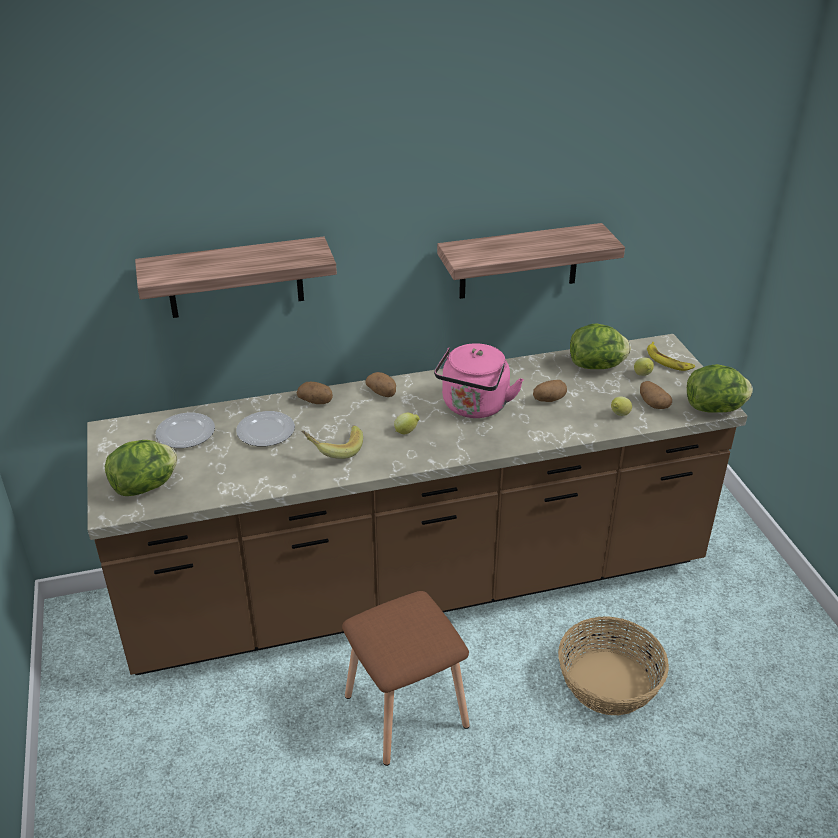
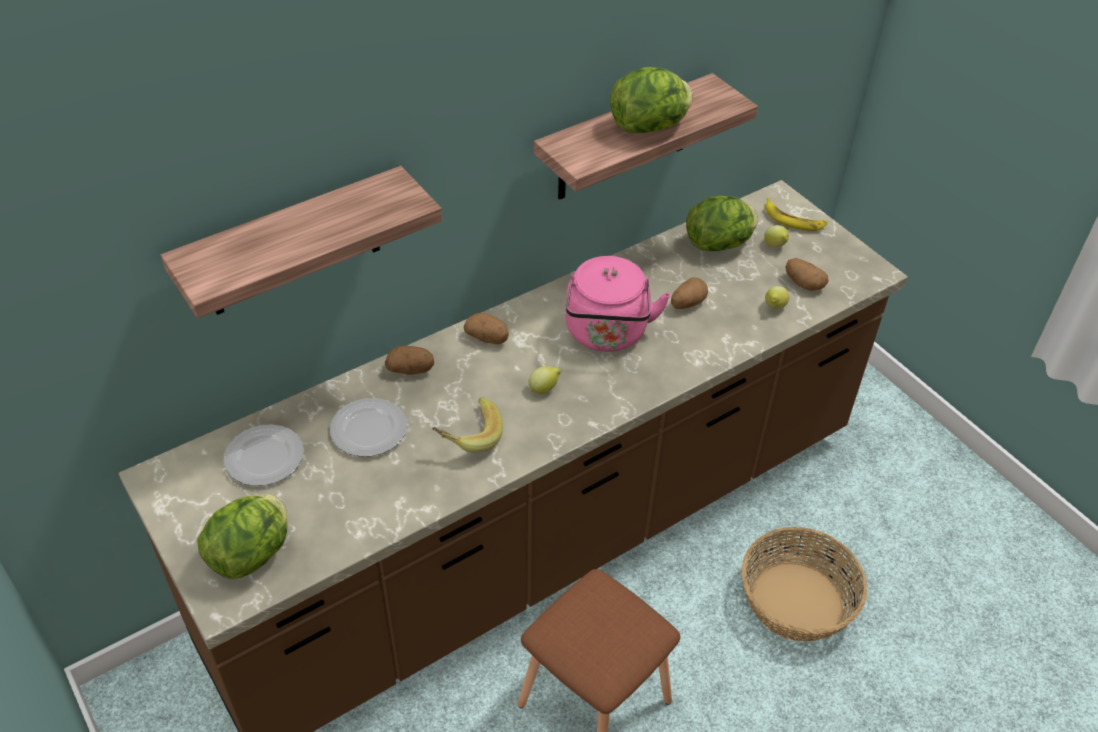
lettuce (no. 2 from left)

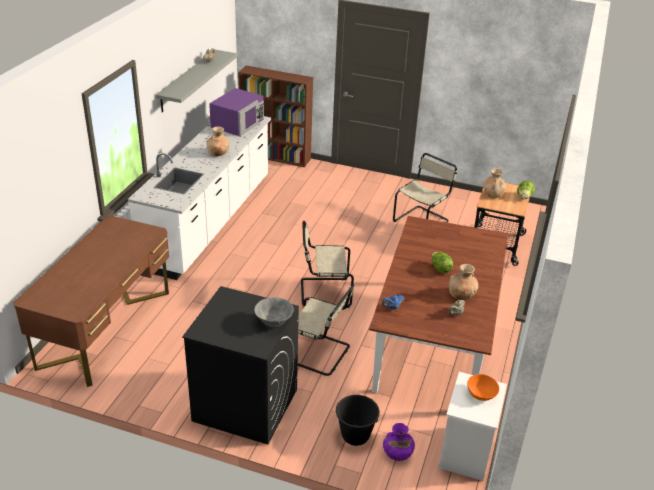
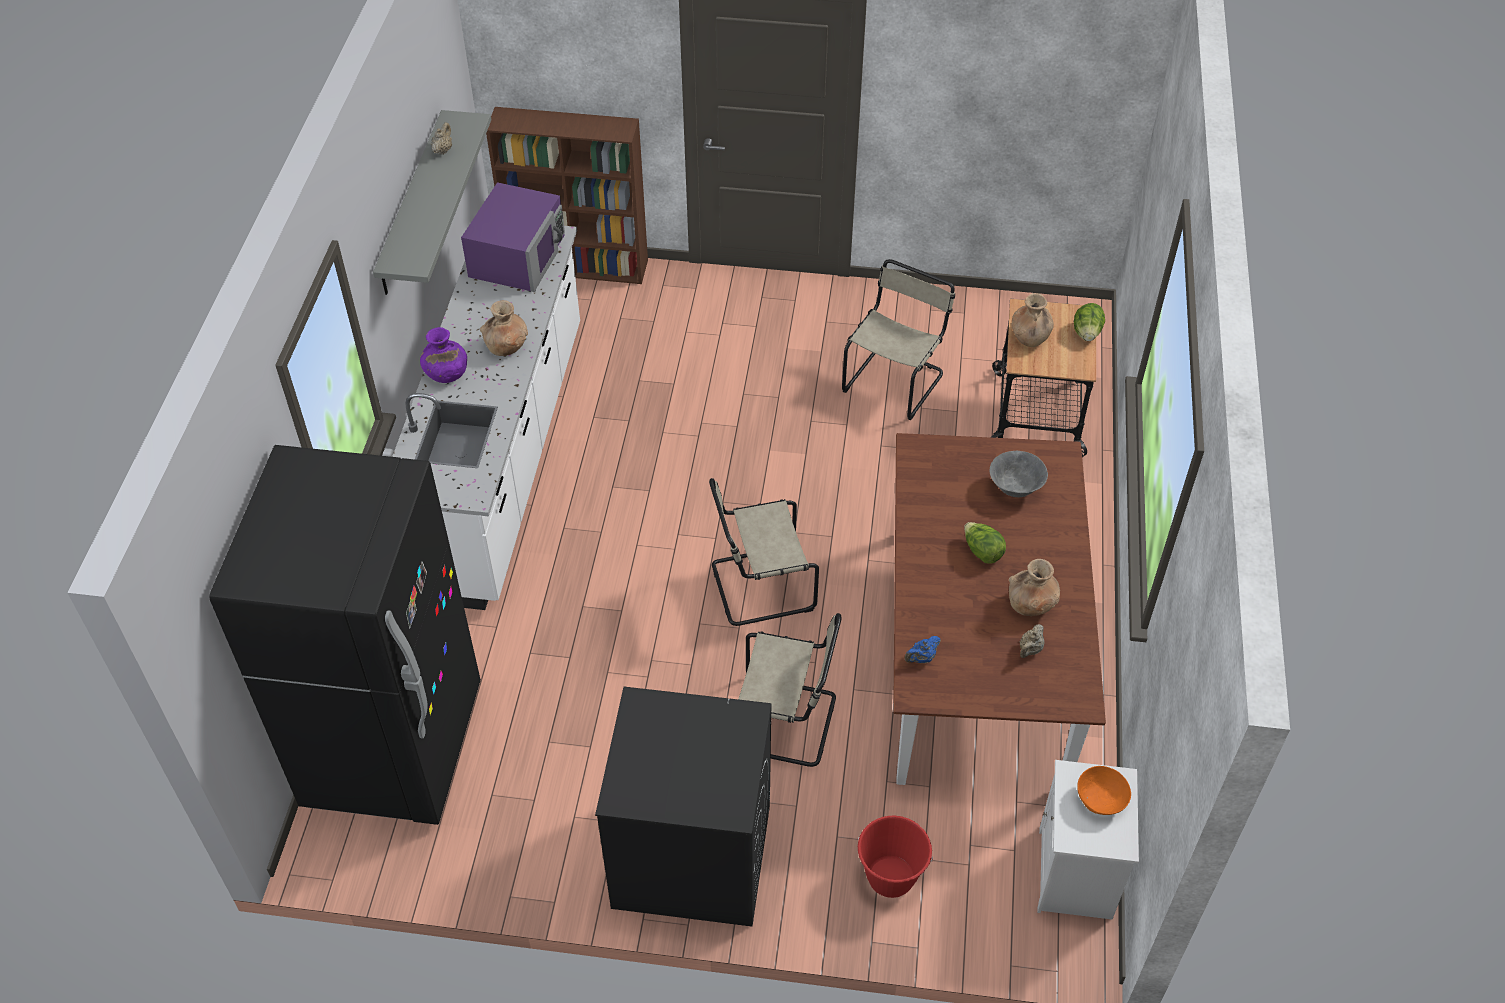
black fridge
grey bowl
red bucket
purple vase

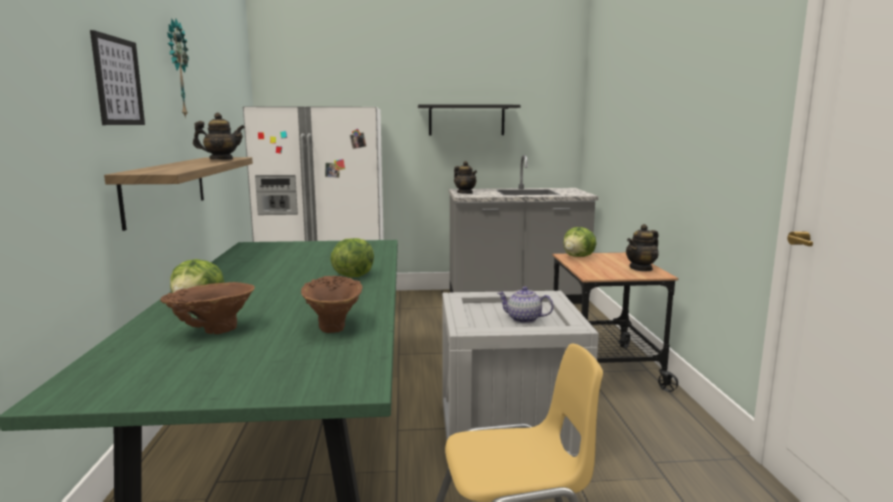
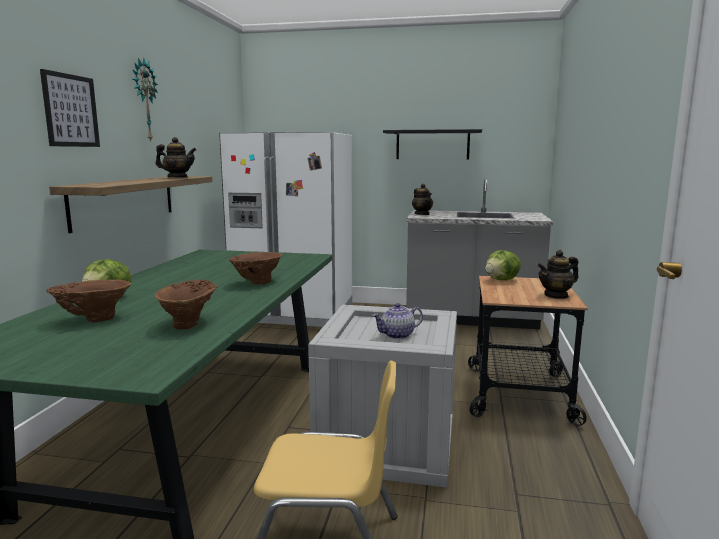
brown vase (no. 3 from left)
teapot (no. 2 from left)

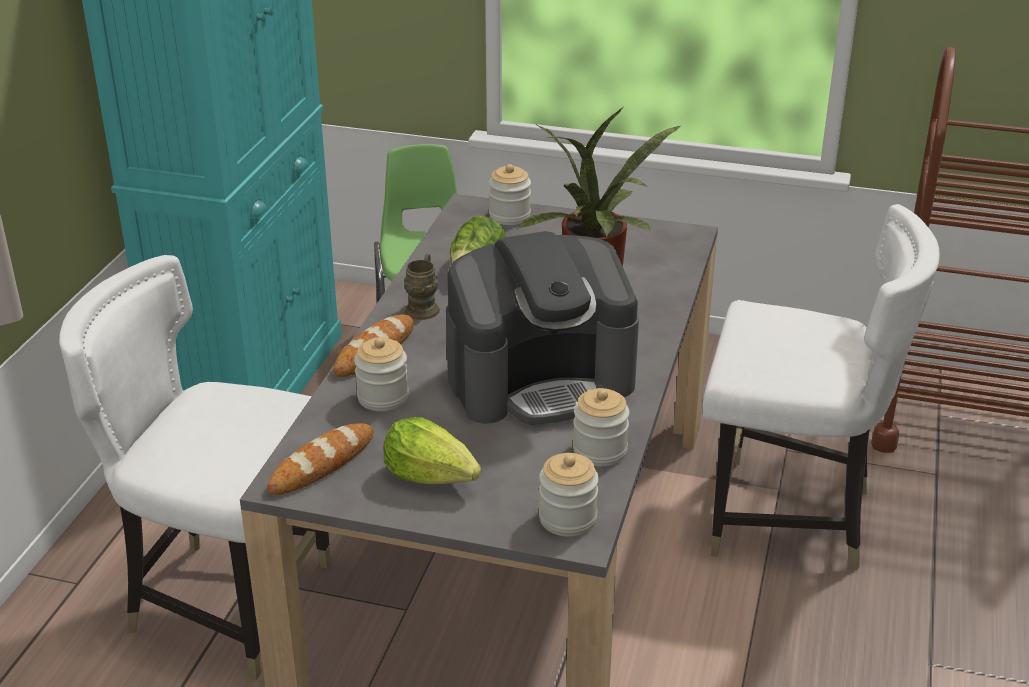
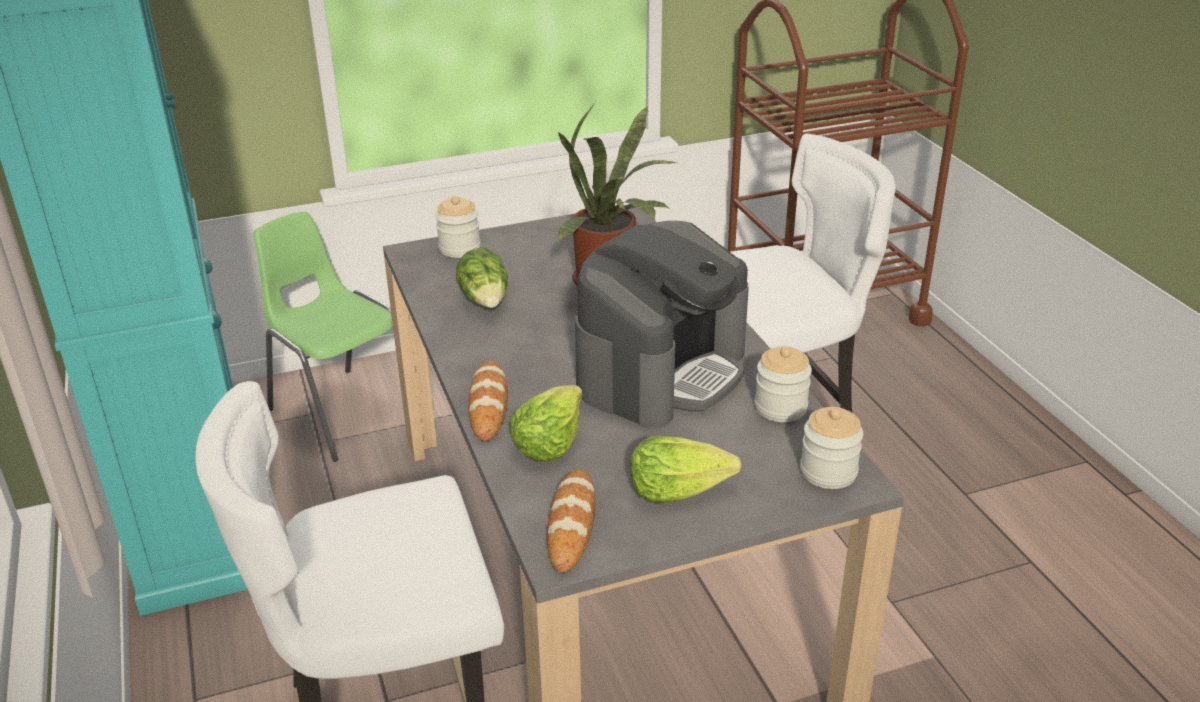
lettuce (no. 2 from left)
brown mug

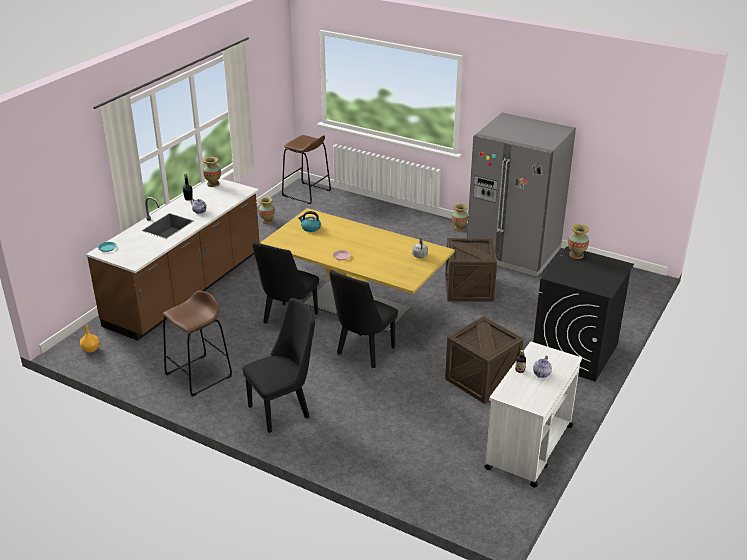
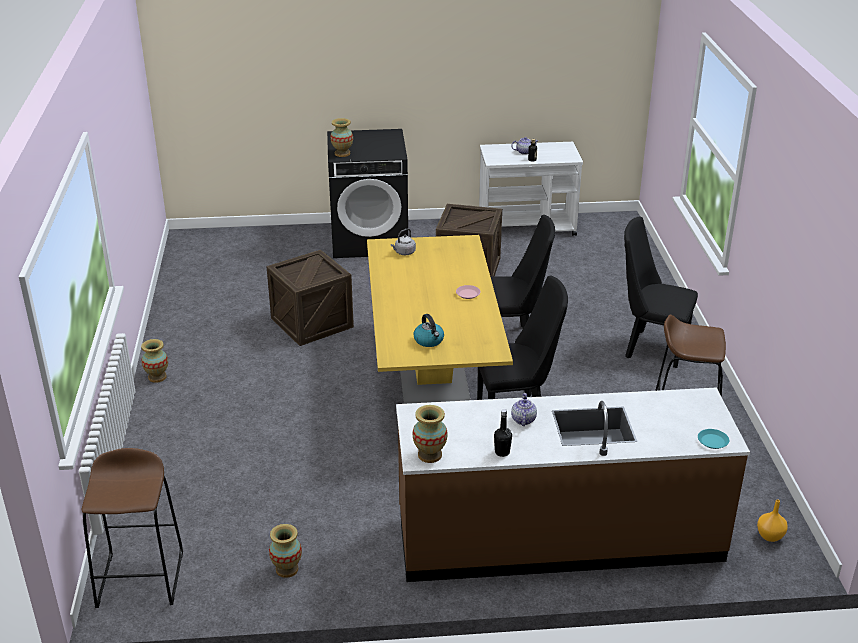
grey fridge

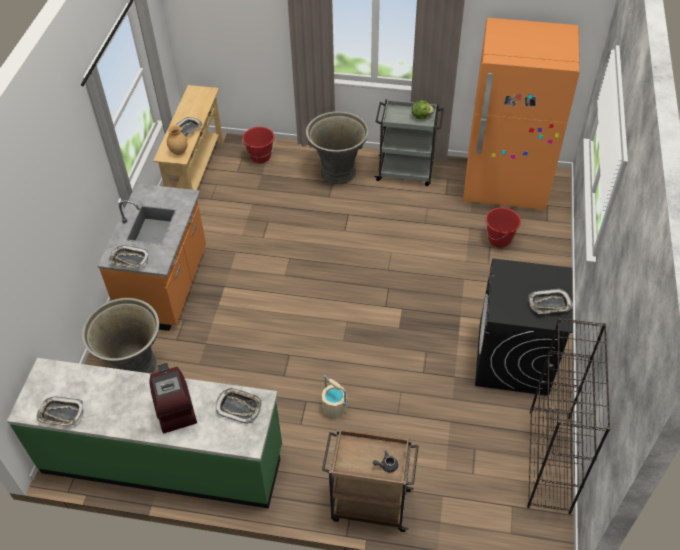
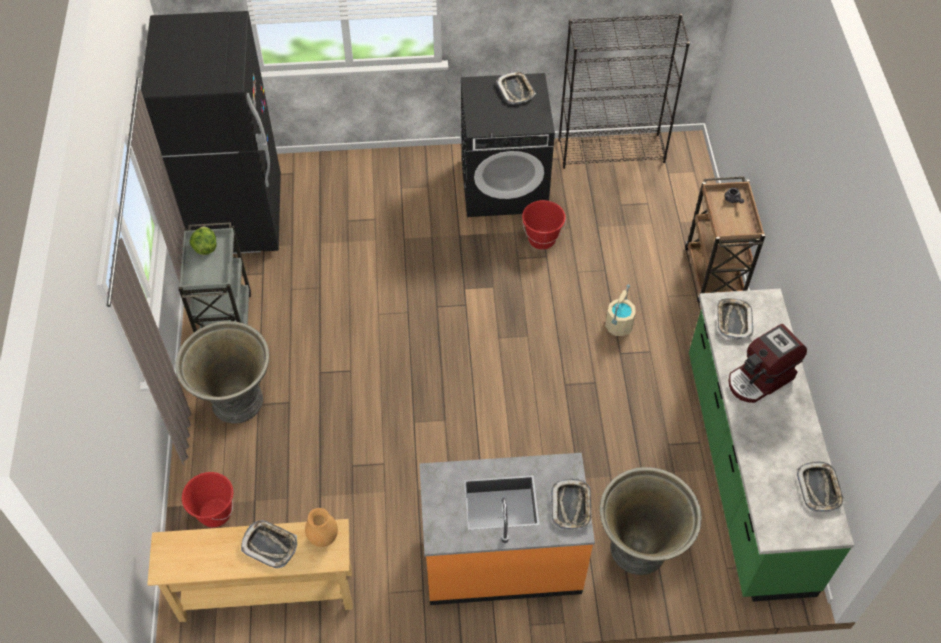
black fridge
red bucket (no. 2 from left)

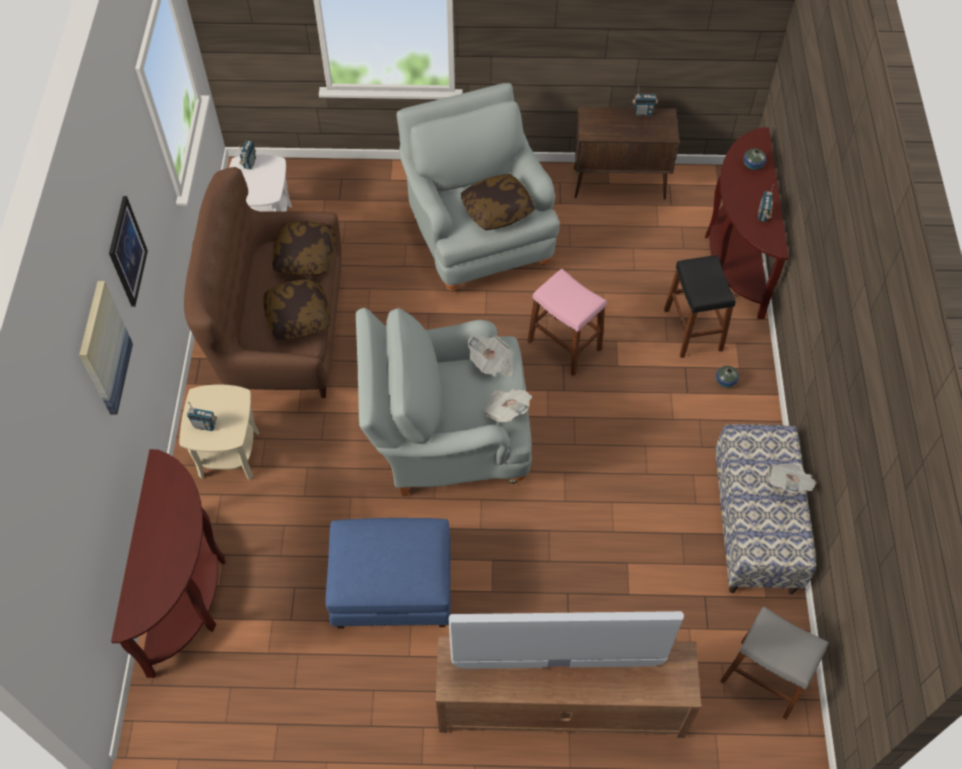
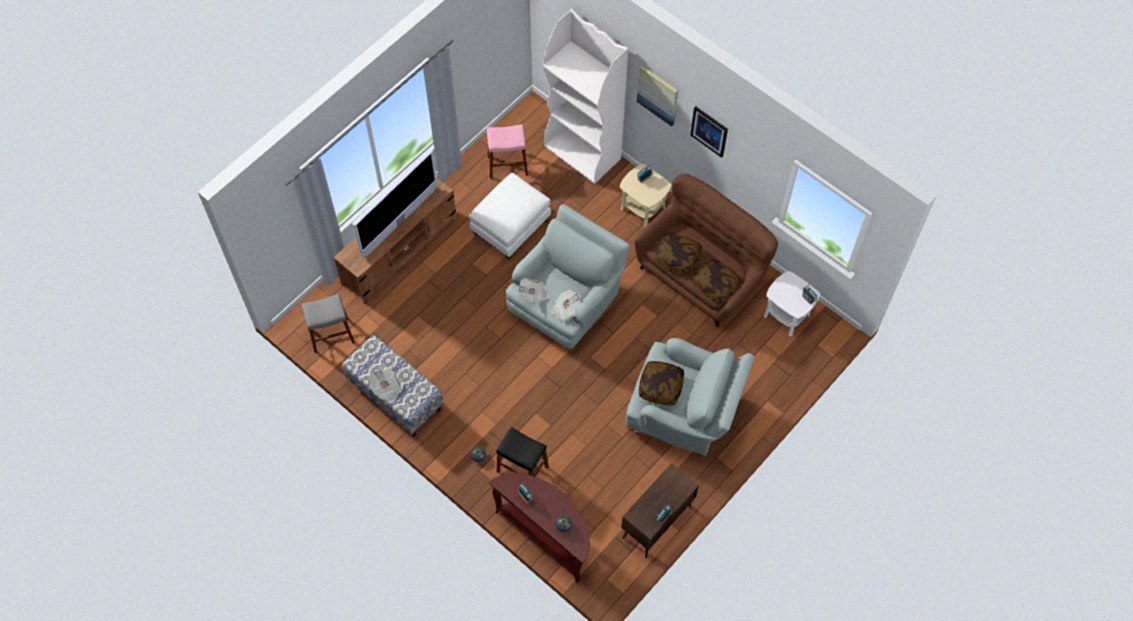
white bookcase
white ottoman
pink stool

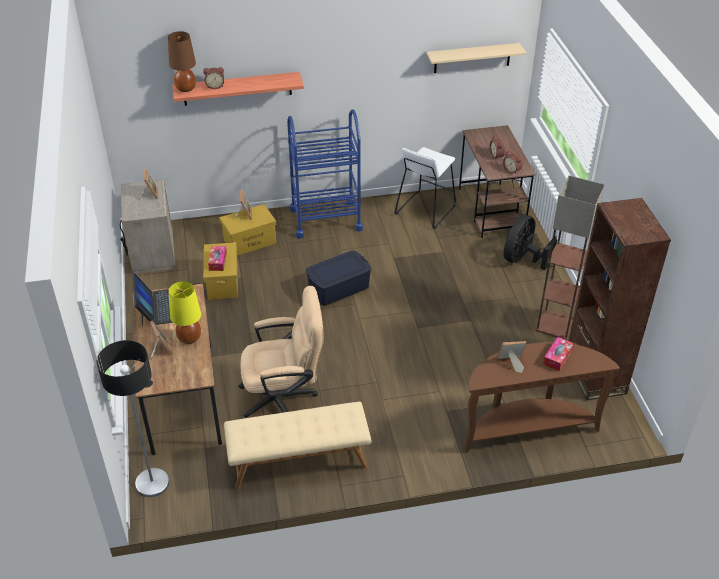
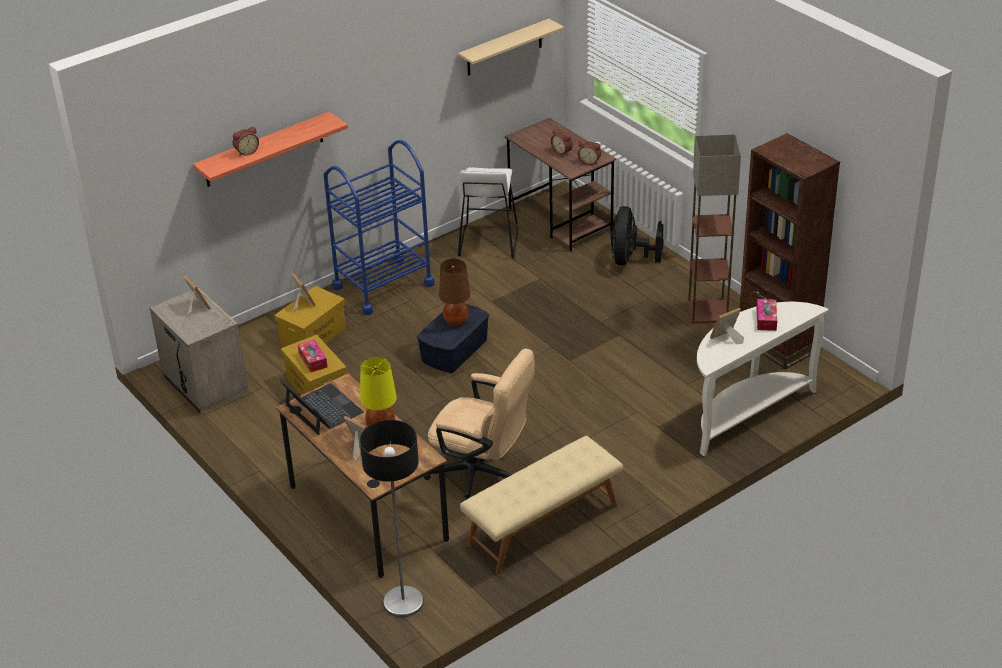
brown table lamp
beige office chair
white console table

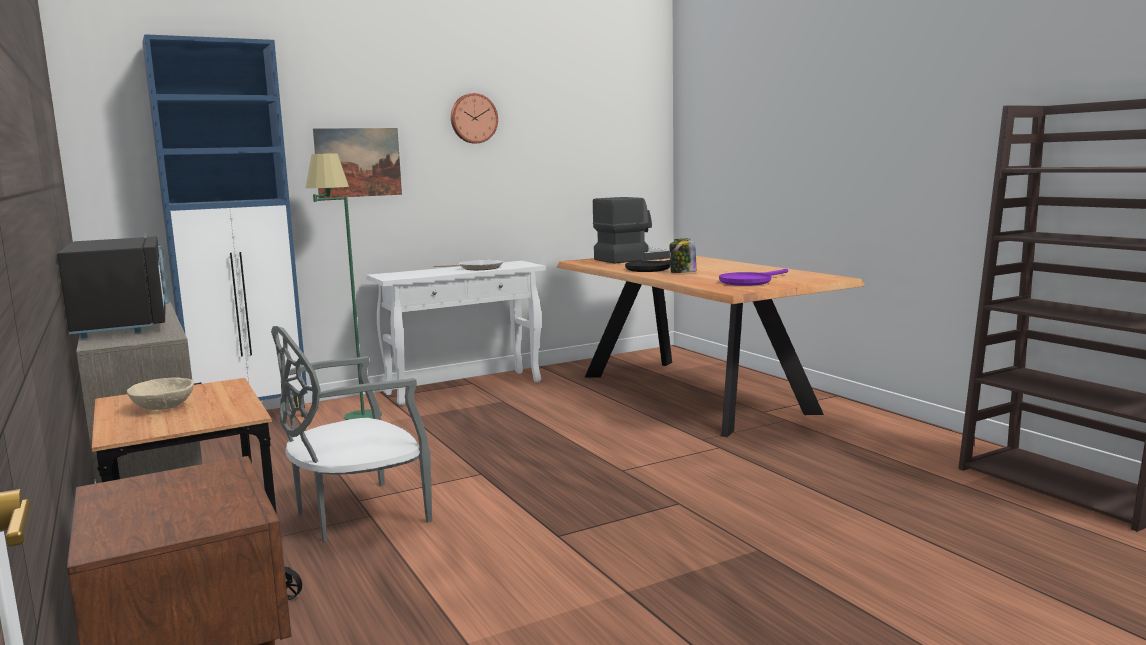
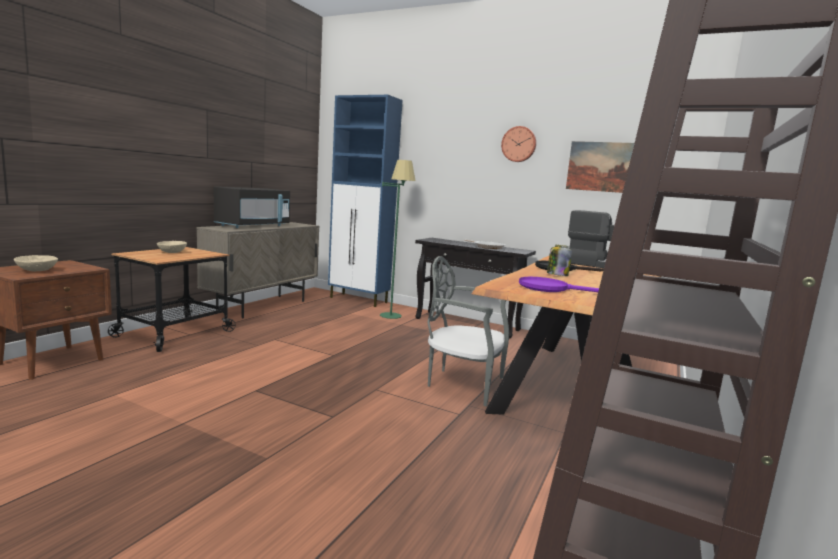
grey chair
picture
black console table
beige bowl (no. 1 from left)

